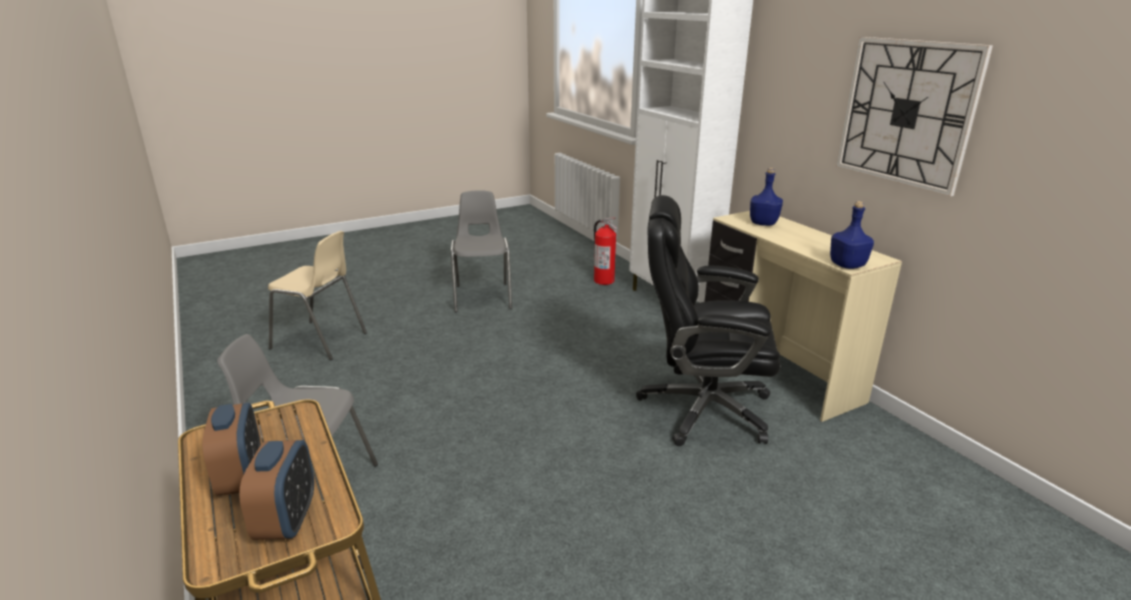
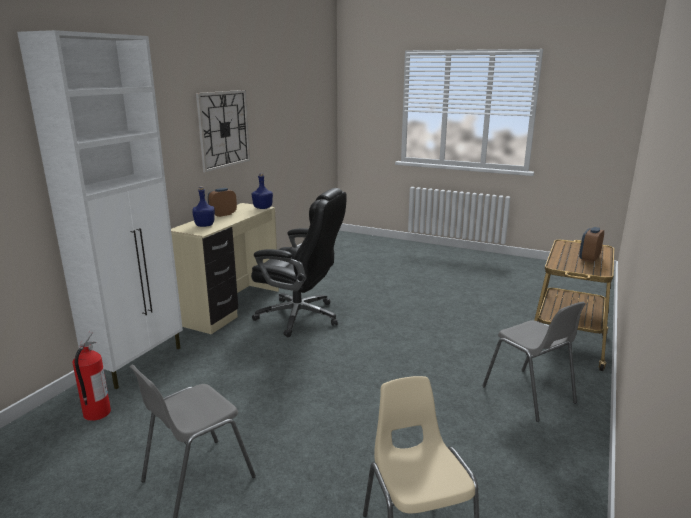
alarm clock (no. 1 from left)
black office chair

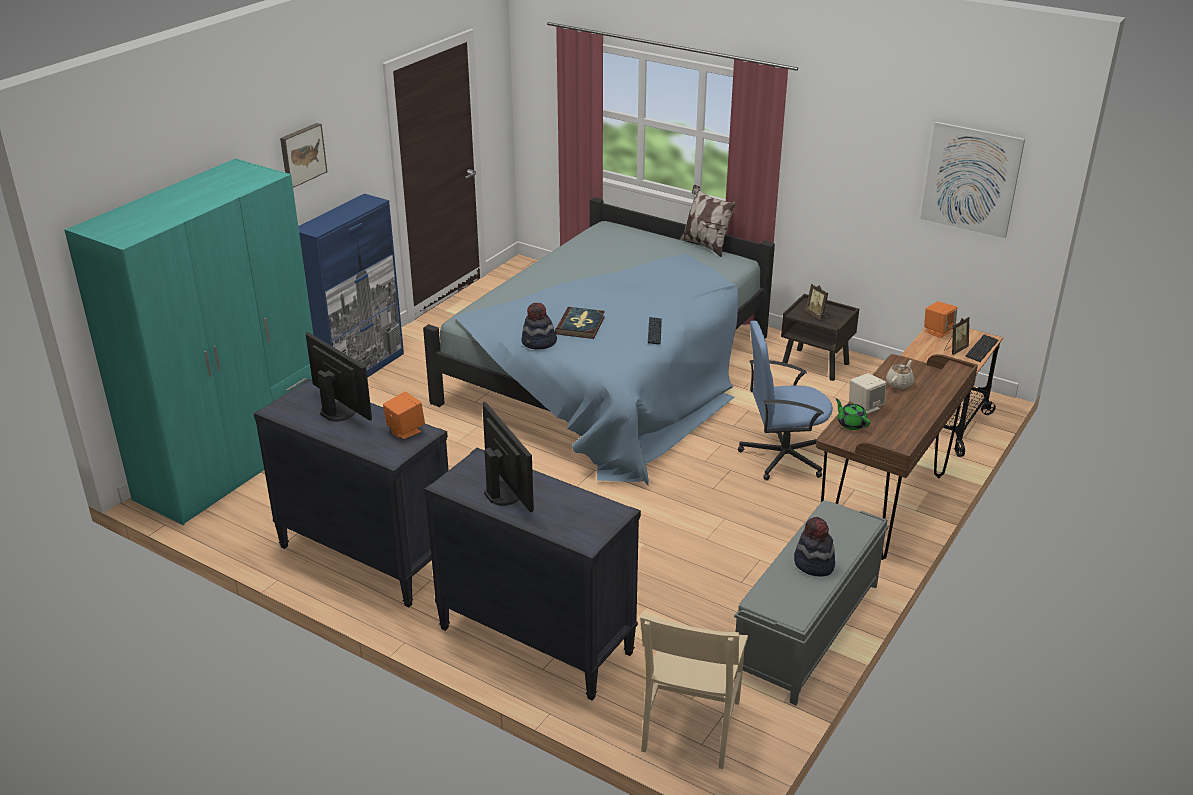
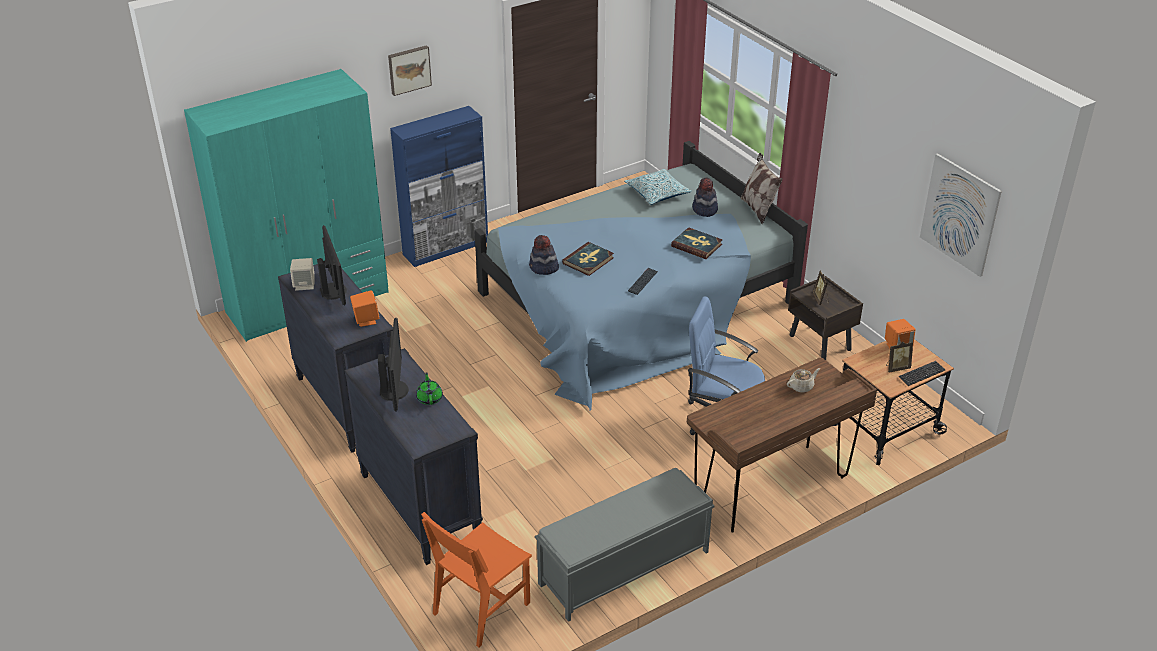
orange chair
hat (no. 2 from left)
green teapot
beige speaker
pillow (no. 1 from left)
book (no. 2 from left)

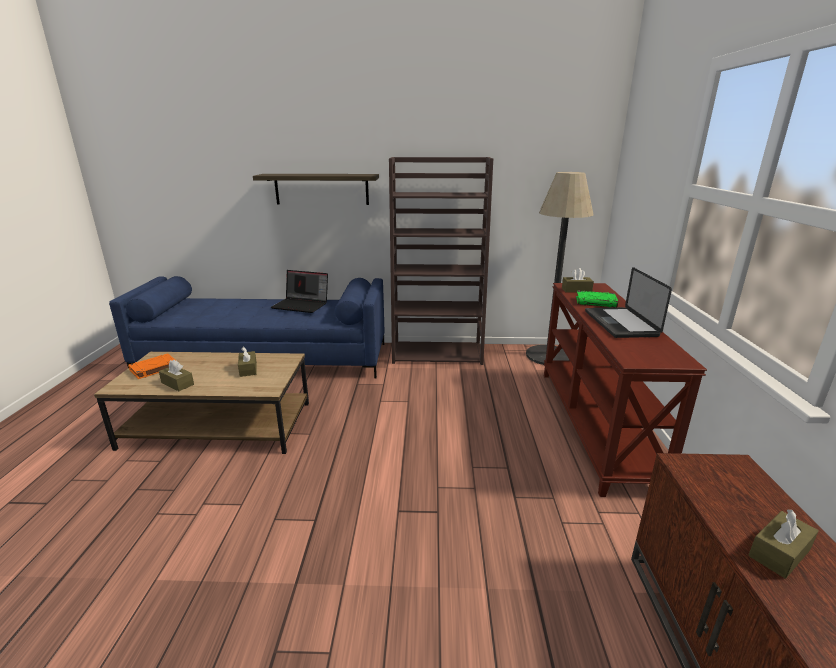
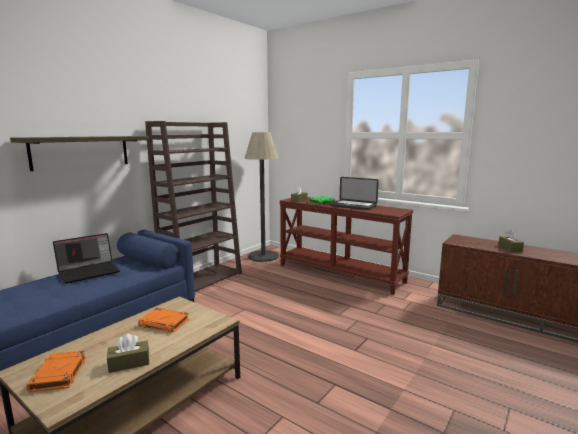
orange book (no. 2 from left)

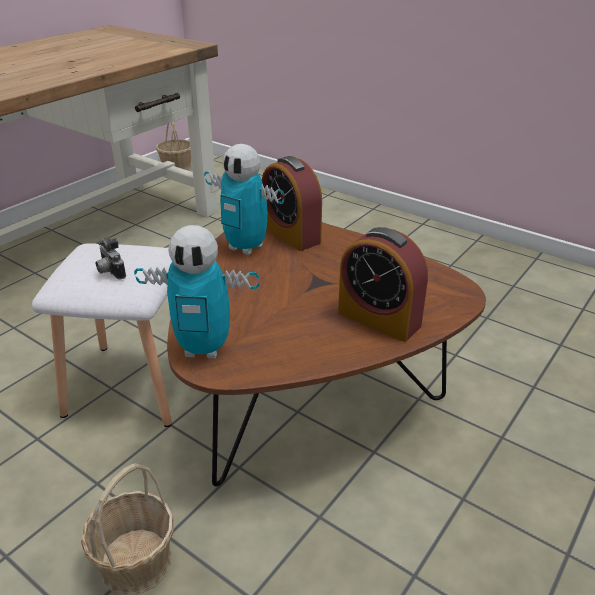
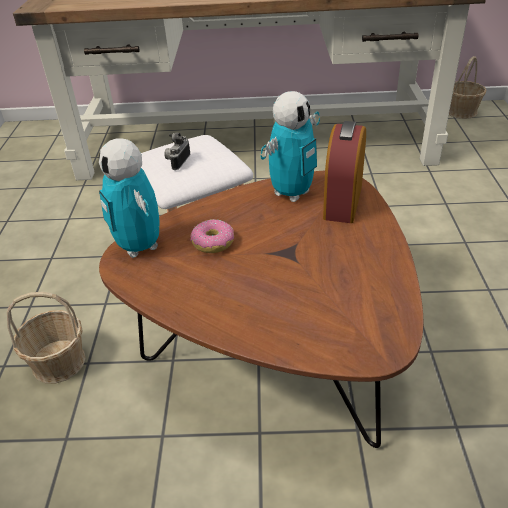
toy robot (no. 2 from left)
alarm clock (no. 2 from left in the first image)
donut

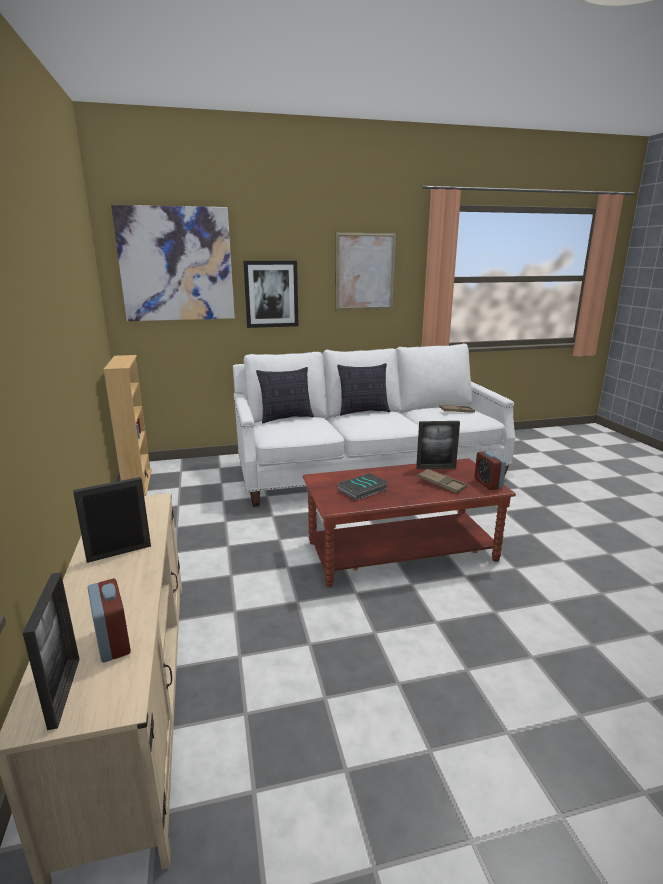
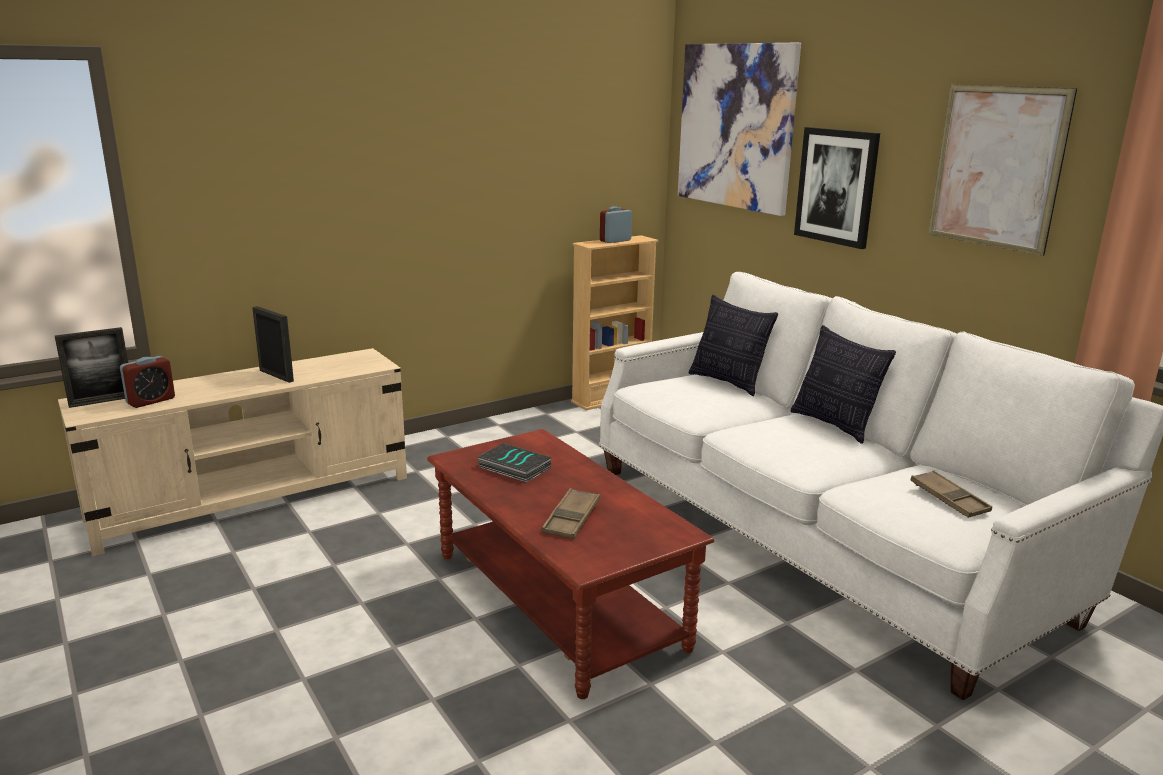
picture frame (no. 3 from left in the first image)
alarm clock (no. 2 from left)

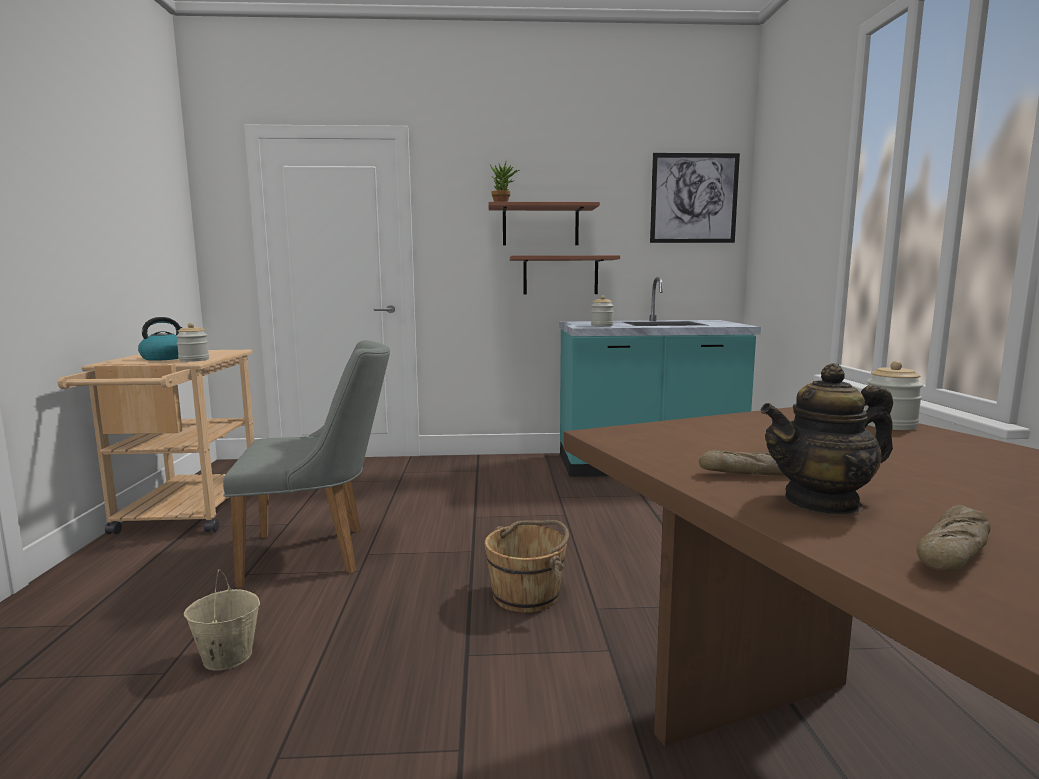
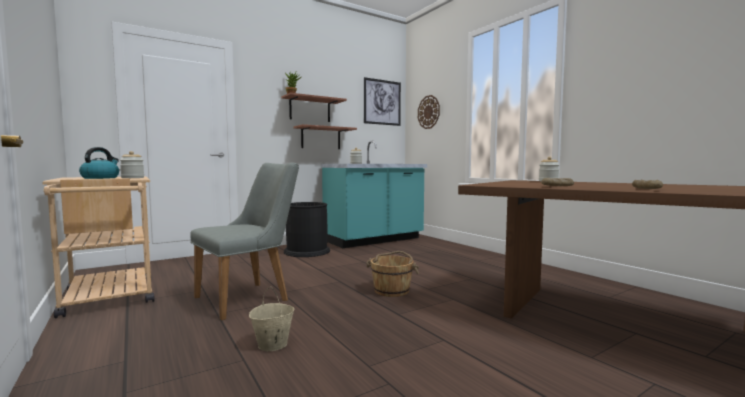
teapot
black trash can
wall clock

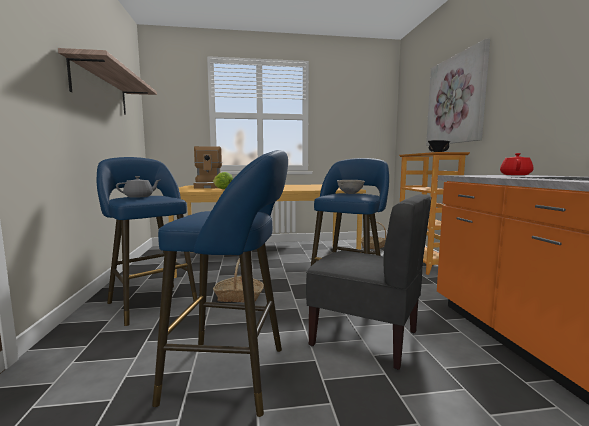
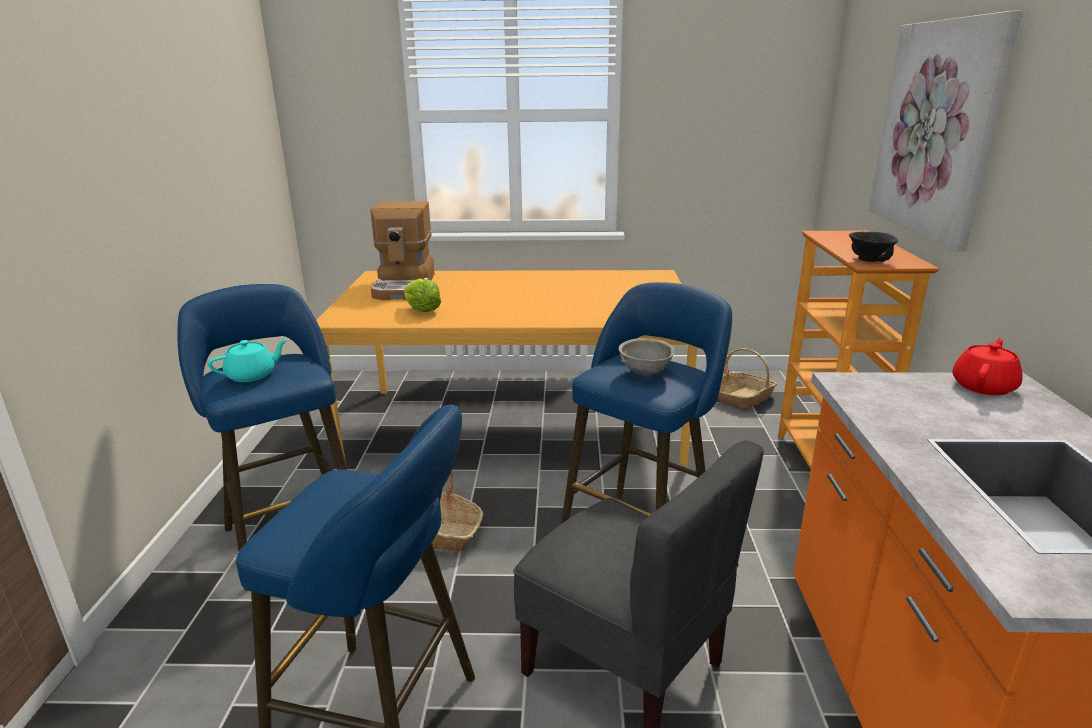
shelf
turquoise teapot

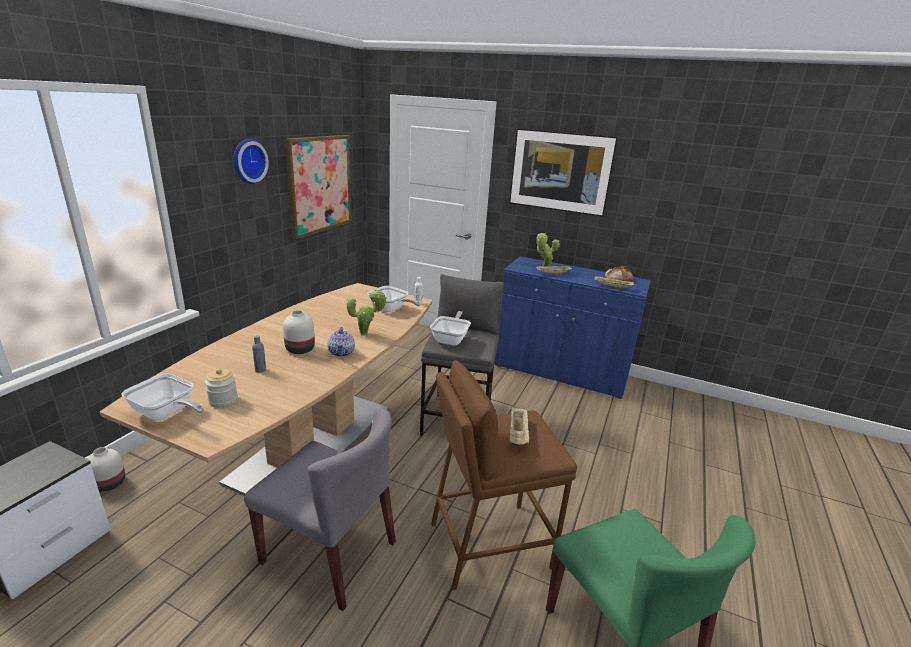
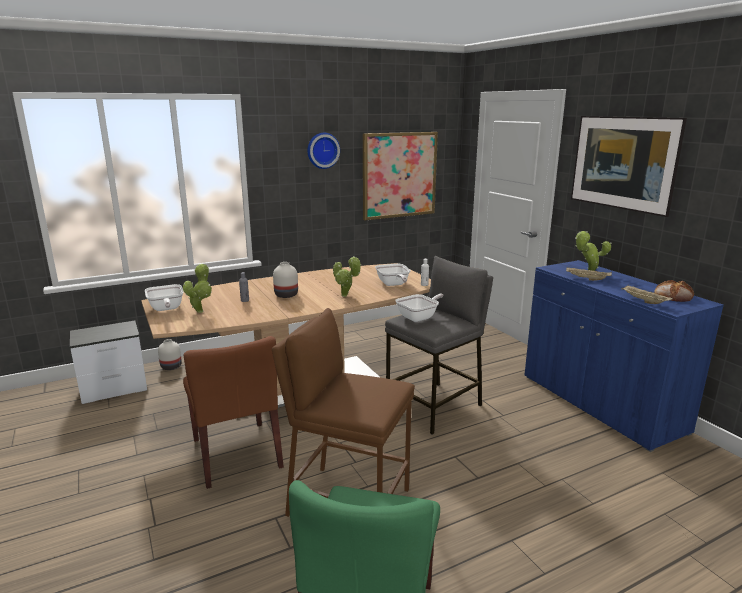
potted plant (no. 1 from left)
brown chair
teapot
beige tray (no. 1 from left in the first image)

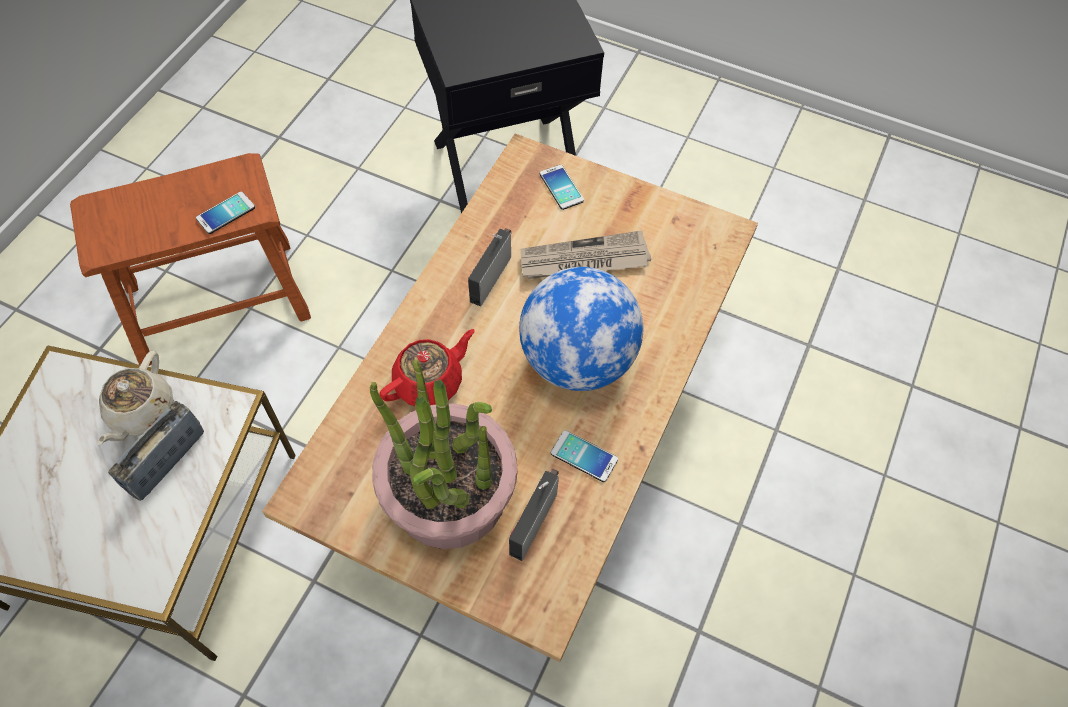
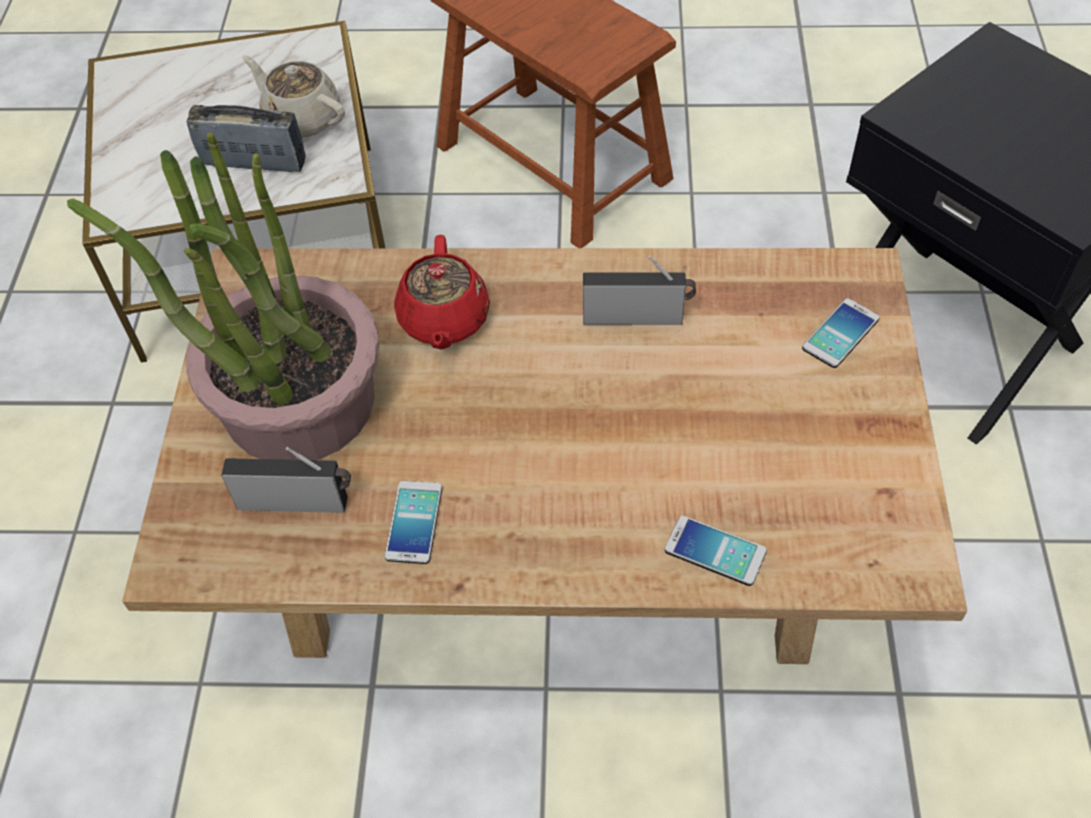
beige teapot
phone (no. 2 from left)
red teapot
globe
newspaper

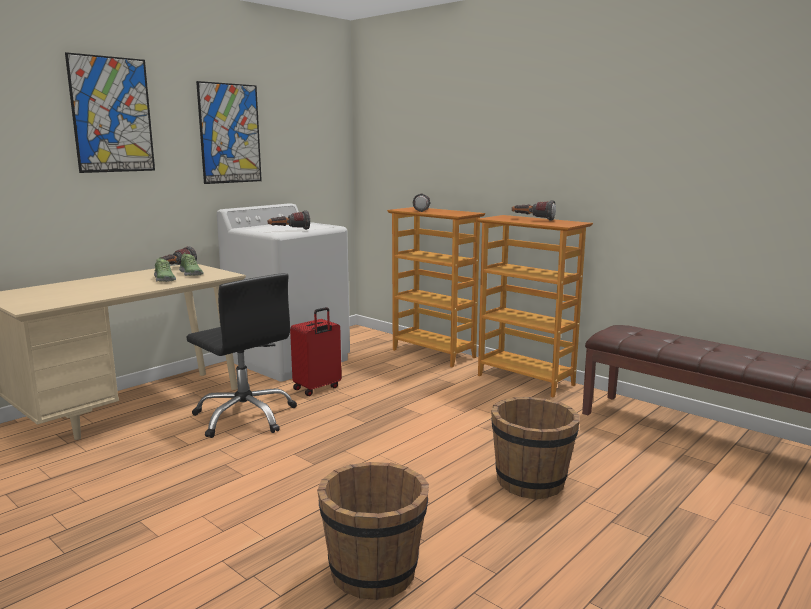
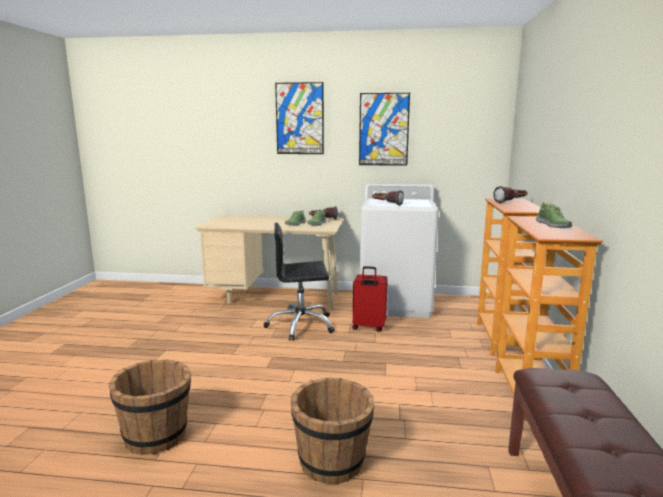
black office chair
shoe (no. 3 from left)

